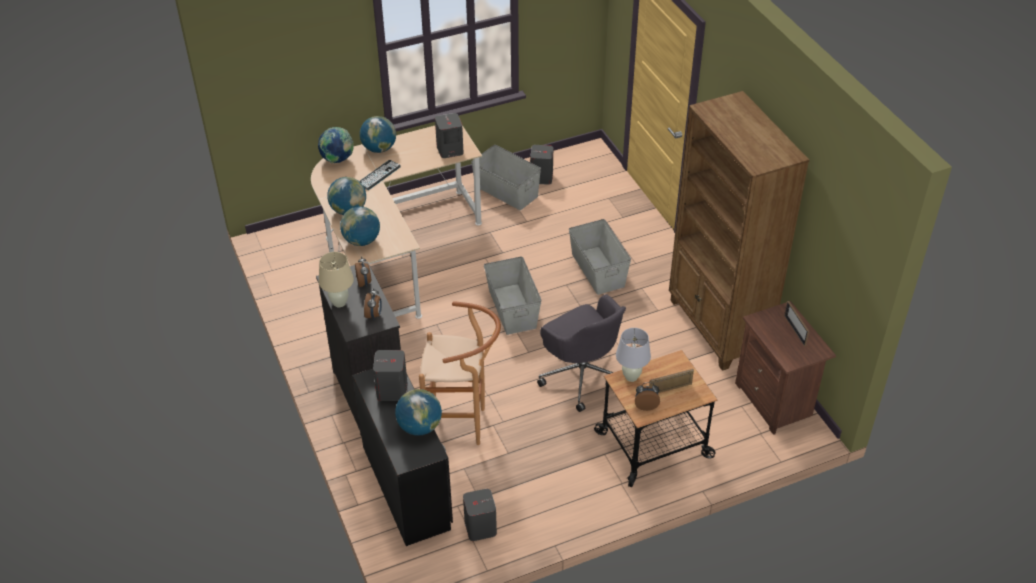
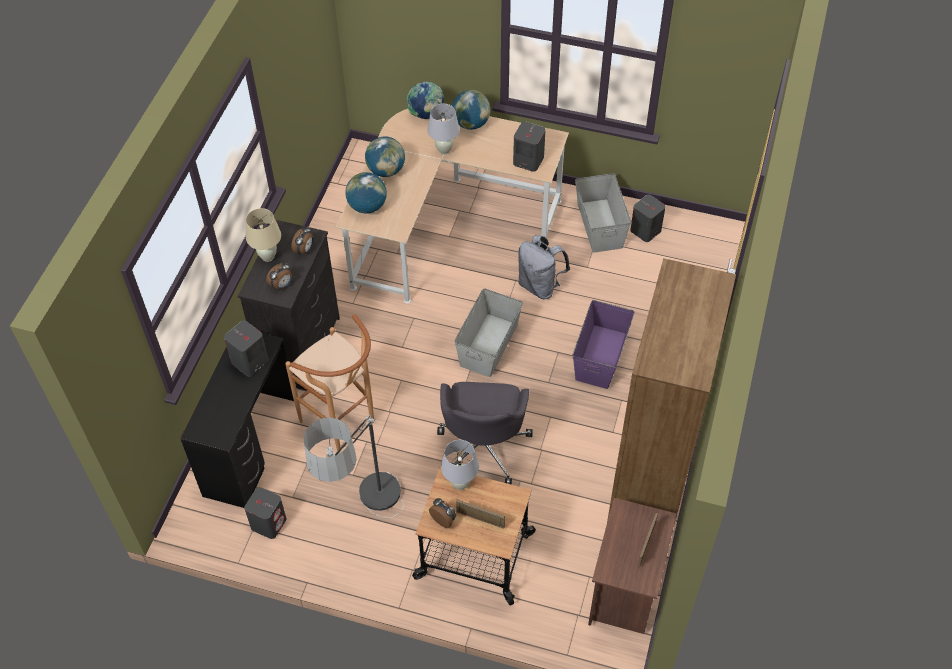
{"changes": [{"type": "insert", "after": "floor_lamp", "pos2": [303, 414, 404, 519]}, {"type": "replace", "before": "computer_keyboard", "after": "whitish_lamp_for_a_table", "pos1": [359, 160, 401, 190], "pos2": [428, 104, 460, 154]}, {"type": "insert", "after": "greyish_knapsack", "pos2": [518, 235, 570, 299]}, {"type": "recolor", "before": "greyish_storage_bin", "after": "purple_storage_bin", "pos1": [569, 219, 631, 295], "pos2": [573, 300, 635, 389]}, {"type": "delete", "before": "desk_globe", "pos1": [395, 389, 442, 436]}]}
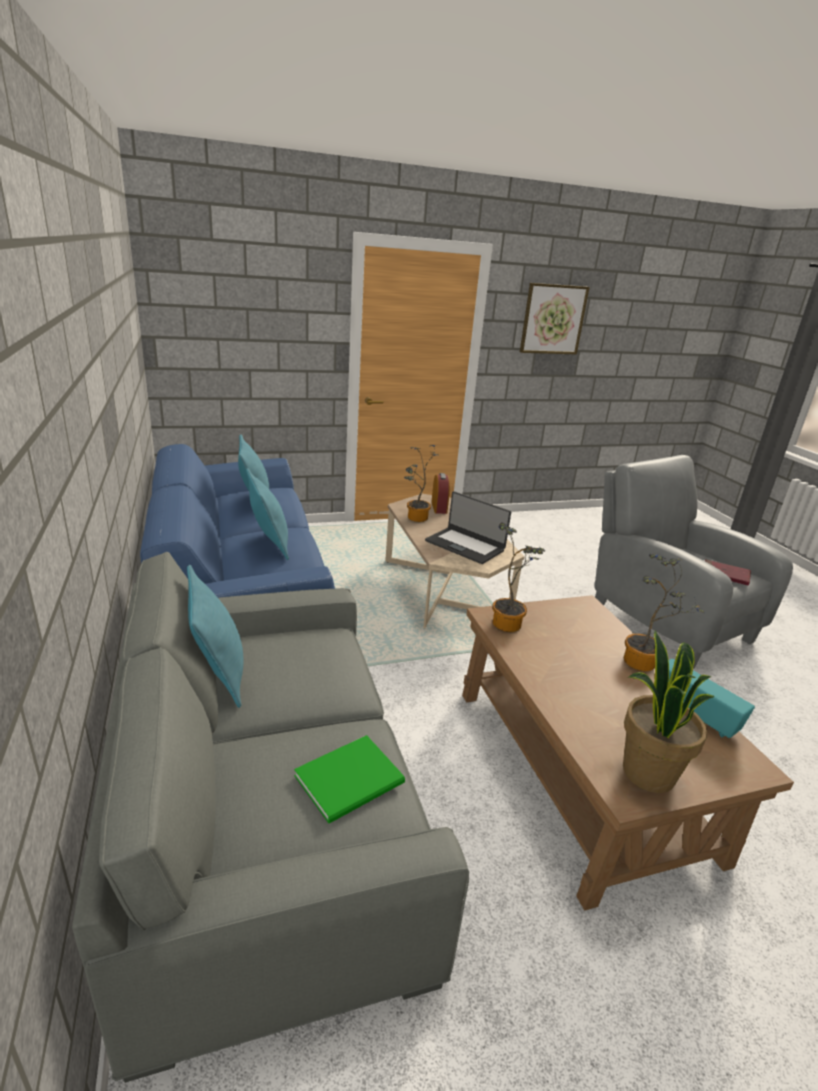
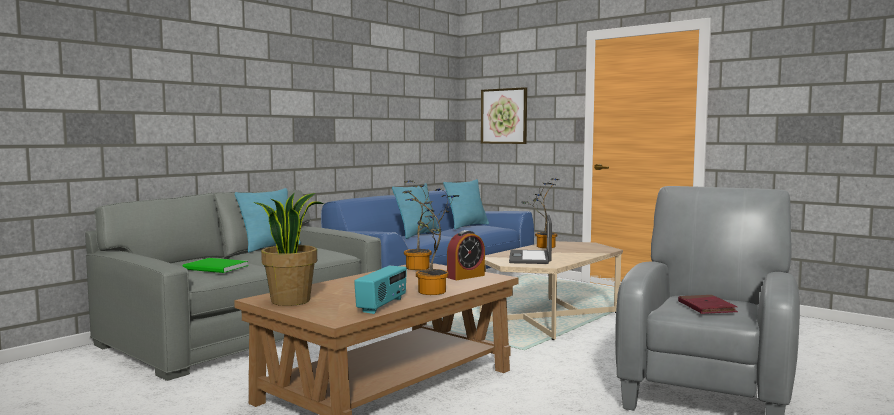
{"changes": [{"type": "move", "before": "alarm_clock", "pos1": [431, 473, 450, 514], "pos2": [447, 230, 485, 280]}, {"type": "move", "before": "wall_art", "pos1": [520, 283, 590, 355], "pos2": [481, 87, 527, 144]}]}
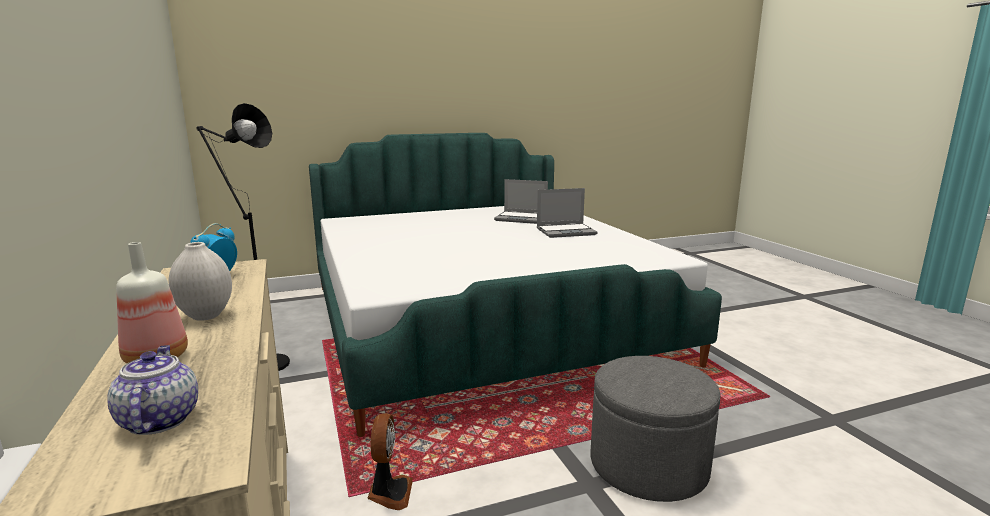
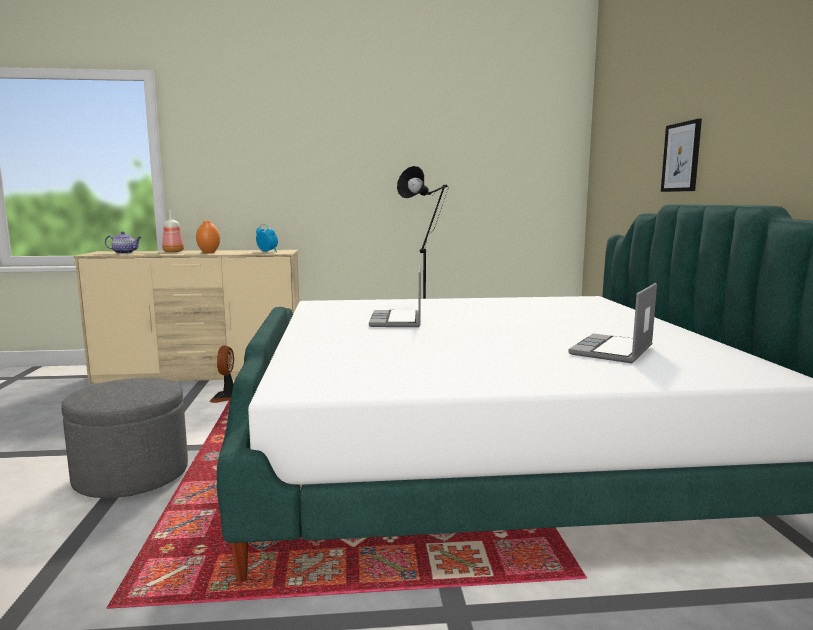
{"changes": [{"type": "recolor", "before": "whitish_vase", "after": "orange_vase", "pos1": [168, 242, 232, 321], "pos2": [196, 221, 220, 253]}, {"type": "rotate", "before": "electric_fan", "pos1": [368, 413, 413, 510], "pos2": [209, 345, 234, 403], "turn": 75}, {"type": "move", "before": "laptop", "pos1": [537, 188, 597, 238], "pos2": [369, 265, 421, 327]}, {"type": "insert", "after": "wall_art", "pos2": [661, 119, 702, 192]}]}
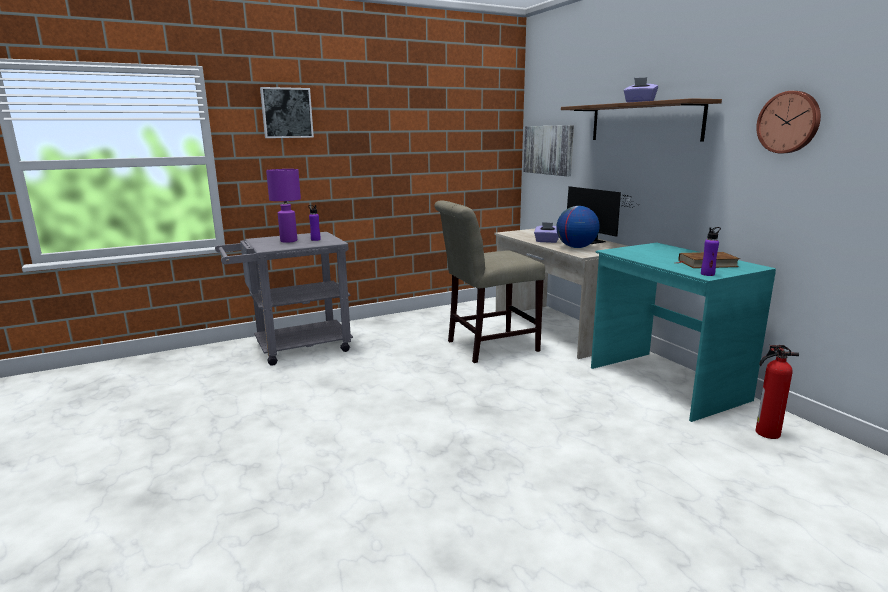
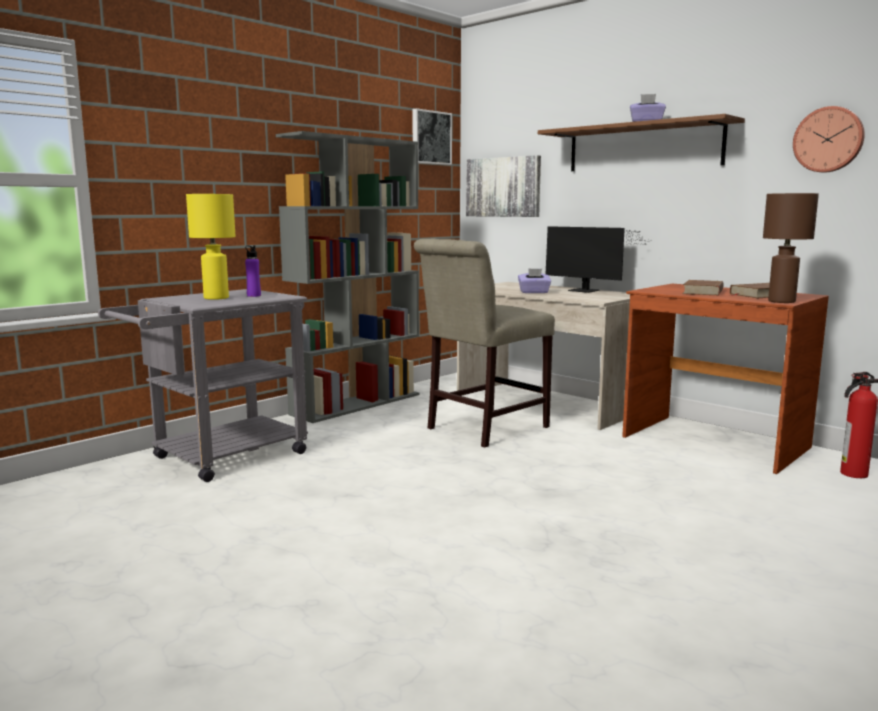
{"changes": [{"type": "recolor", "before": "purple_lamp_for_a_table", "after": "yellow-coloured_lamp_for_a_table", "pos1": [266, 169, 301, 243], "pos2": [186, 194, 236, 300]}, {"type": "insert", "after": "greyish_bookcase", "pos2": [276, 131, 419, 423]}, {"type": "move", "before": "wall_art", "pos1": [260, 87, 314, 138], "pos2": [412, 108, 452, 165]}, {"type": "recolor", "before": "turquoise_desk_unit", "after": "brown_desk_unit", "pos1": [591, 243, 776, 422], "pos2": [622, 284, 829, 474]}, {"type": "insert", "after": "brown_volume", "pos2": [682, 280, 724, 296]}, {"type": "replace", "before": "purple_bottle", "after": "brown_lamp_for_a_table", "pos1": [701, 227, 721, 276], "pos2": [763, 193, 819, 303]}, {"type": "delete", "before": "desk_globe", "pos1": [556, 206, 600, 248]}]}
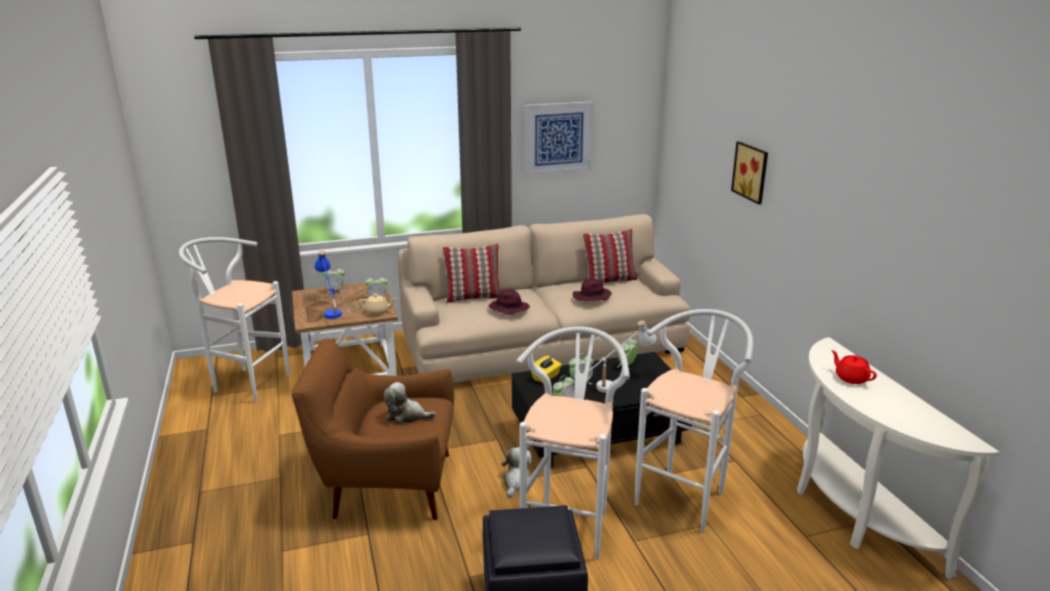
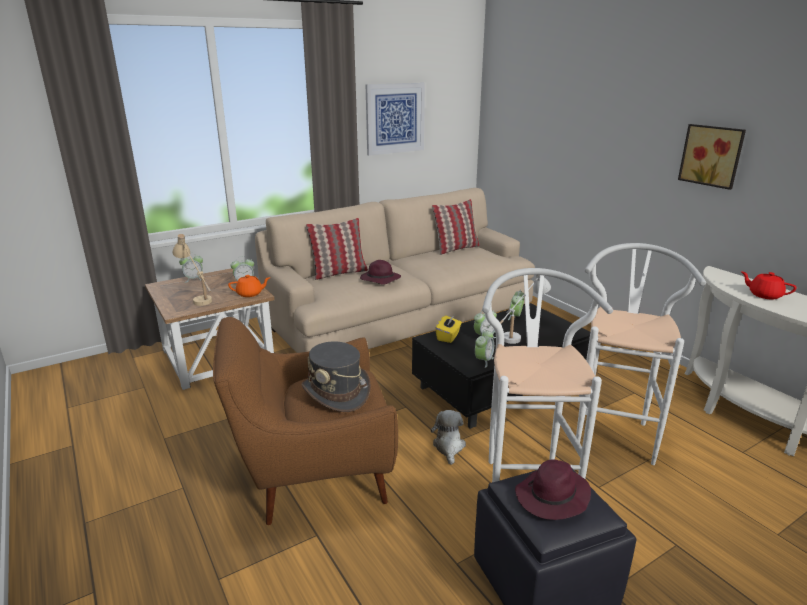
{"changes": [{"type": "recolor", "before": "blue-coloured_lamp_for_a_table", "after": "sand-coloured_lamp_for_a_table", "pos1": [315, 250, 342, 319], "pos2": [172, 234, 212, 306]}, {"type": "recolor", "before": "sand-coloured_teapot", "after": "orange_teapot", "pos1": [358, 294, 397, 315], "pos2": [228, 275, 271, 297]}, {"type": "replace", "before": "plush_toy", "after": "greyish_wearable_hat", "pos1": [383, 382, 436, 424], "pos2": [302, 341, 371, 412]}, {"type": "move", "before": "purple_wearable_hat", "pos1": [573, 278, 612, 301], "pos2": [515, 460, 591, 520]}, {"type": "move", "before": "wall_art", "pos1": [731, 141, 768, 204], "pos2": [678, 124, 746, 190]}, {"type": "delete", "before": "whitish_stool_seat", "pos1": [179, 237, 290, 403]}]}
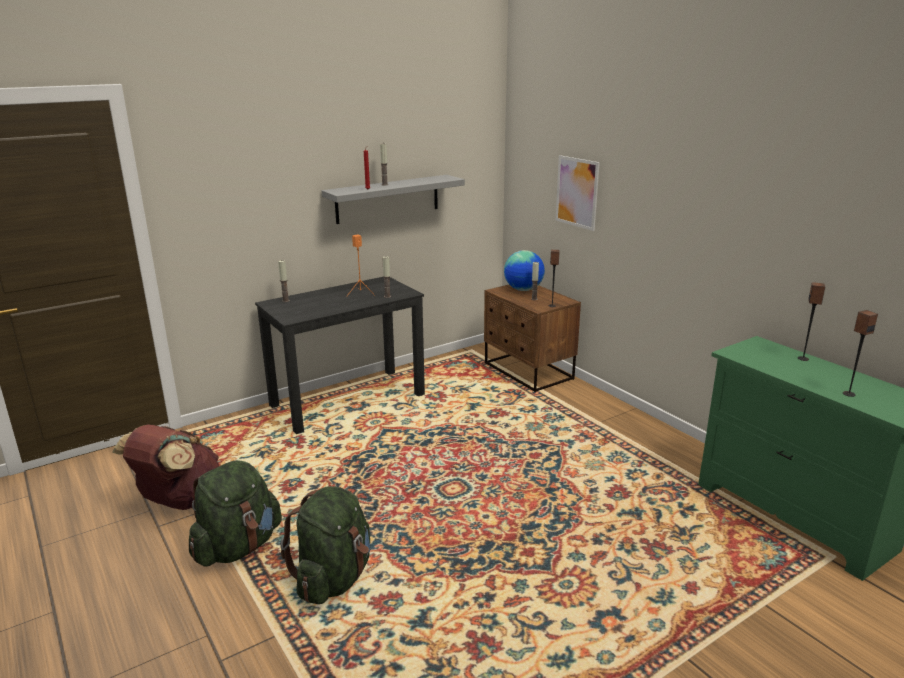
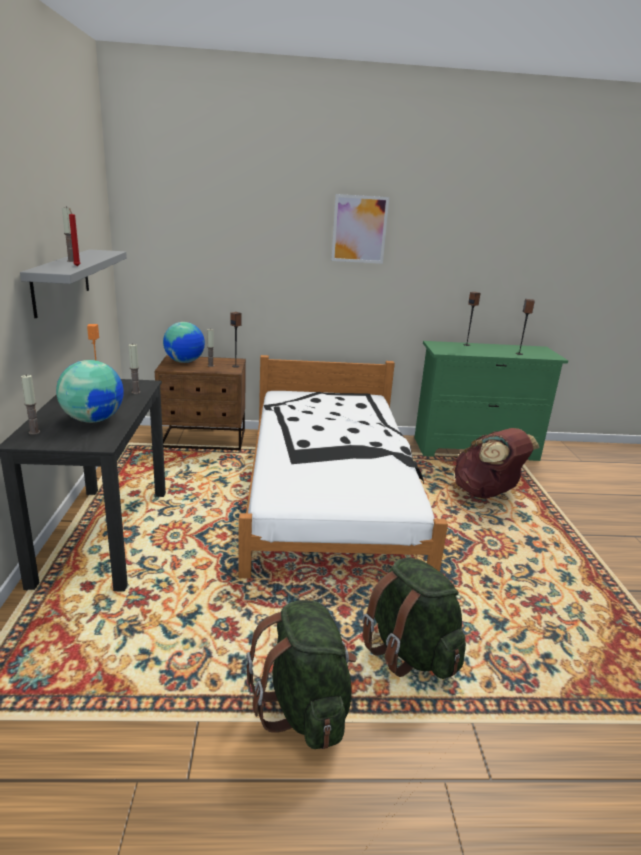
{"changes": [{"type": "insert", "after": "desk_globe", "pos2": [56, 360, 124, 423]}, {"type": "insert", "after": "whitish_sleeping_bed", "pos2": [238, 355, 448, 578]}, {"type": "move", "before": "wall_art", "pos1": [556, 155, 600, 231], "pos2": [331, 194, 389, 264]}, {"type": "move", "before": "brown_knapsack", "pos1": [112, 424, 219, 510], "pos2": [455, 428, 540, 499]}]}
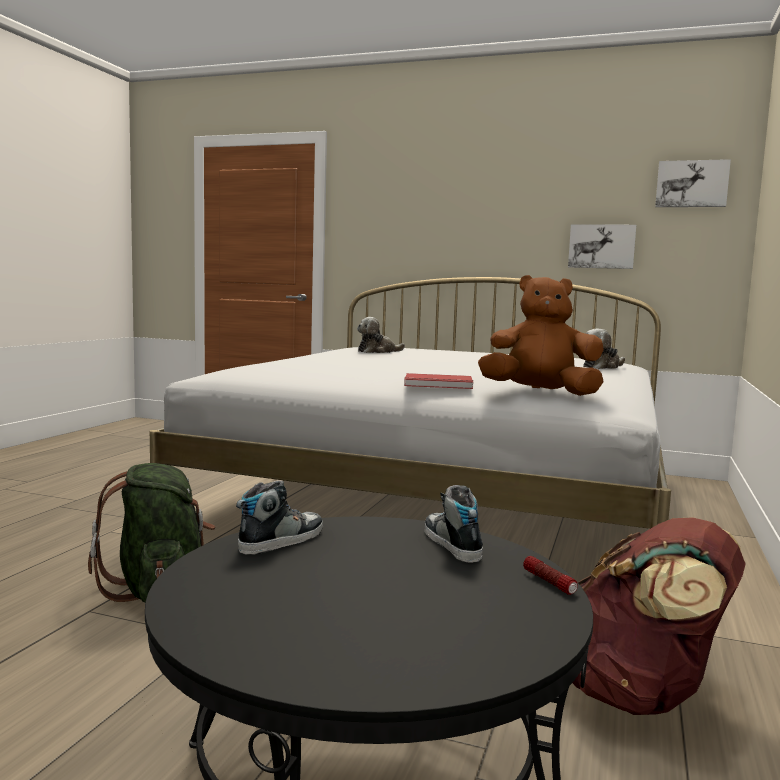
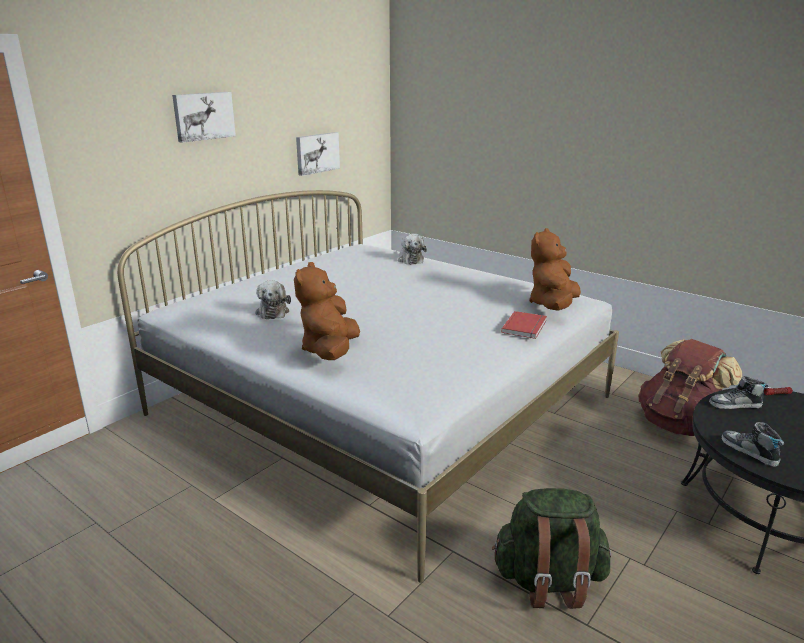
{"changes": [{"type": "move", "before": "wall_art", "pos1": [655, 159, 731, 207], "pos2": [172, 92, 236, 143]}, {"type": "insert", "after": "brown_plush_toy", "pos2": [294, 262, 360, 360]}]}
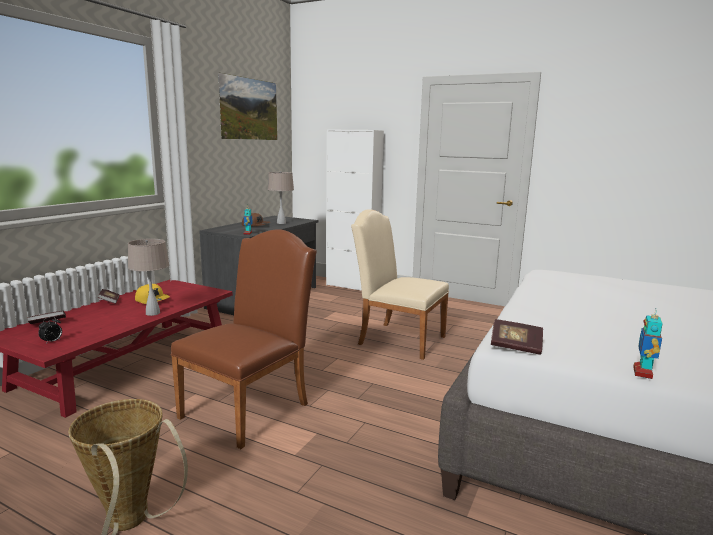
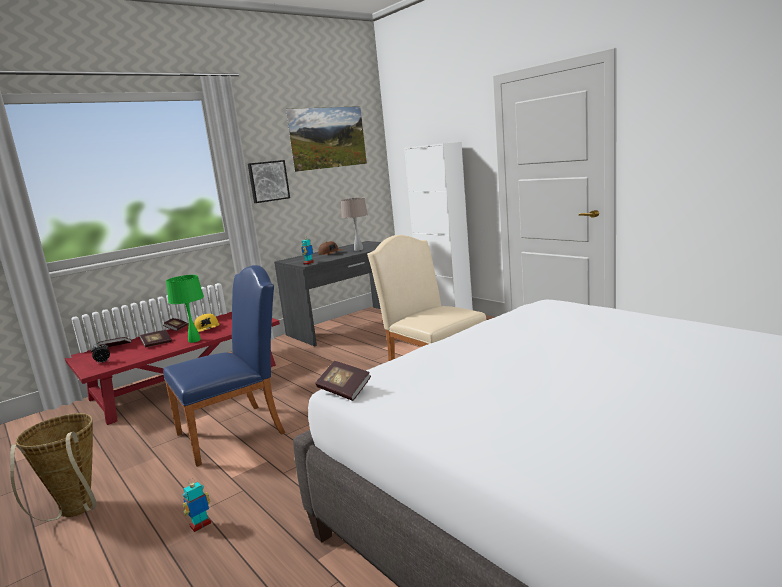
{"changes": [{"type": "insert", "after": "volume", "pos2": [140, 330, 172, 348]}, {"type": "recolor", "before": "brown_plain_chair", "after": "blue-coloured_plain_chair", "pos1": [170, 229, 317, 449], "pos2": [163, 265, 286, 467]}, {"type": "recolor", "before": "sand-coloured_lamp_for_a_table", "after": "green-coloured_lamp_for_a_table", "pos1": [128, 239, 169, 316], "pos2": [166, 275, 204, 343]}, {"type": "move", "before": "robot_figure", "pos1": [633, 308, 663, 379], "pos2": [183, 482, 211, 532]}, {"type": "insert", "after": "wall_art", "pos2": [248, 160, 290, 203]}]}
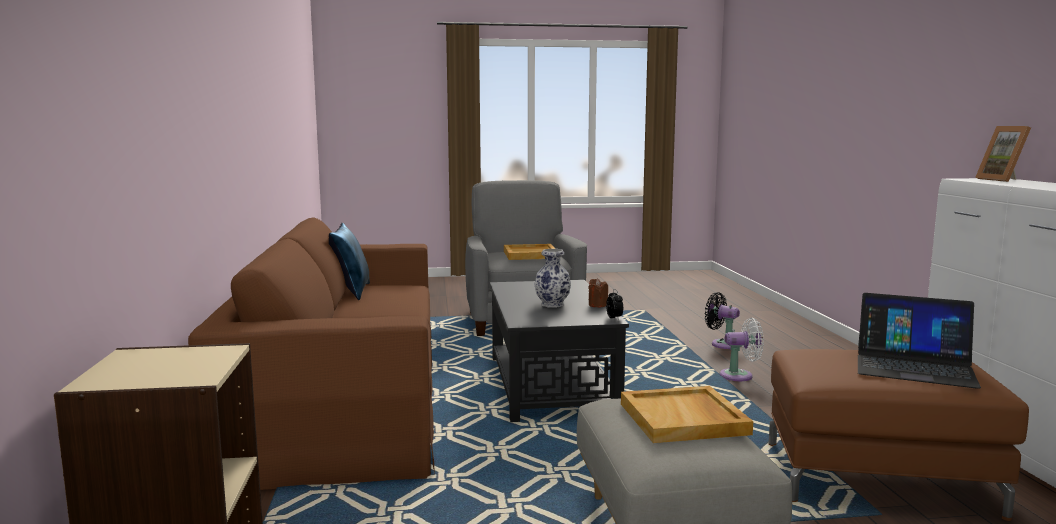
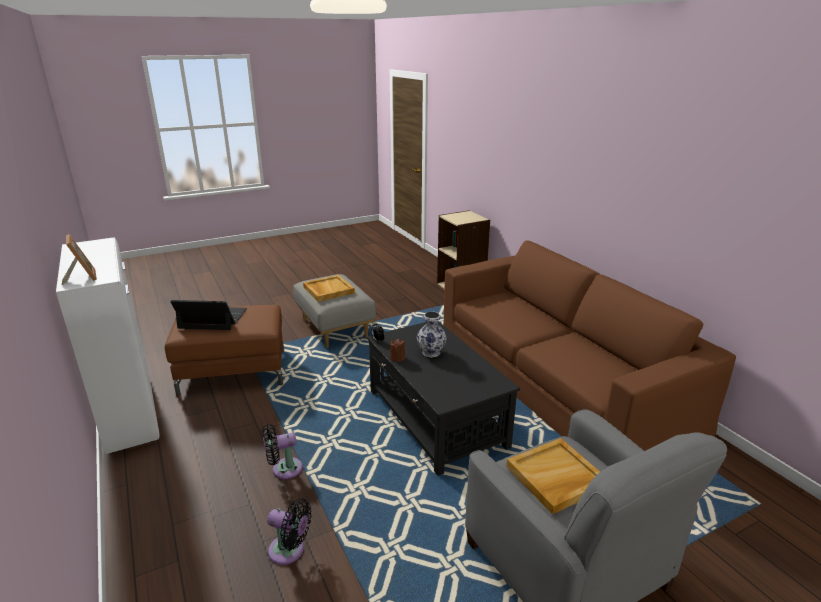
{"changes": [{"type": "recolor", "before": "whitish_electric_fan", "after": "blackish_electric_fan", "pos1": [720, 318, 764, 381], "pos2": [262, 424, 303, 479]}, {"type": "delete", "before": "blue-coloured_cushion", "pos1": [329, 223, 370, 300]}]}
